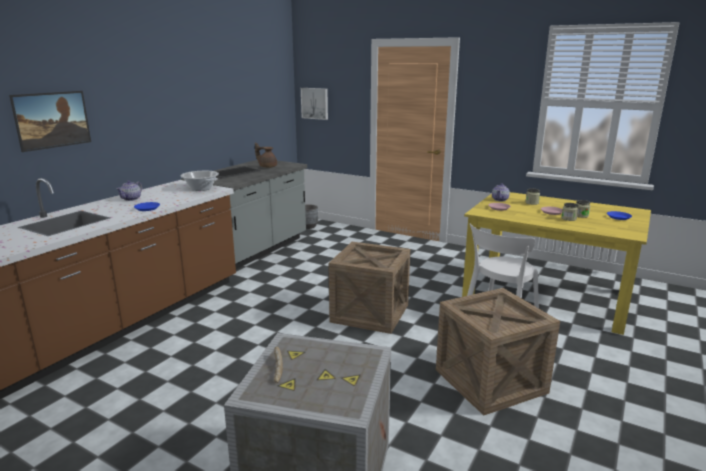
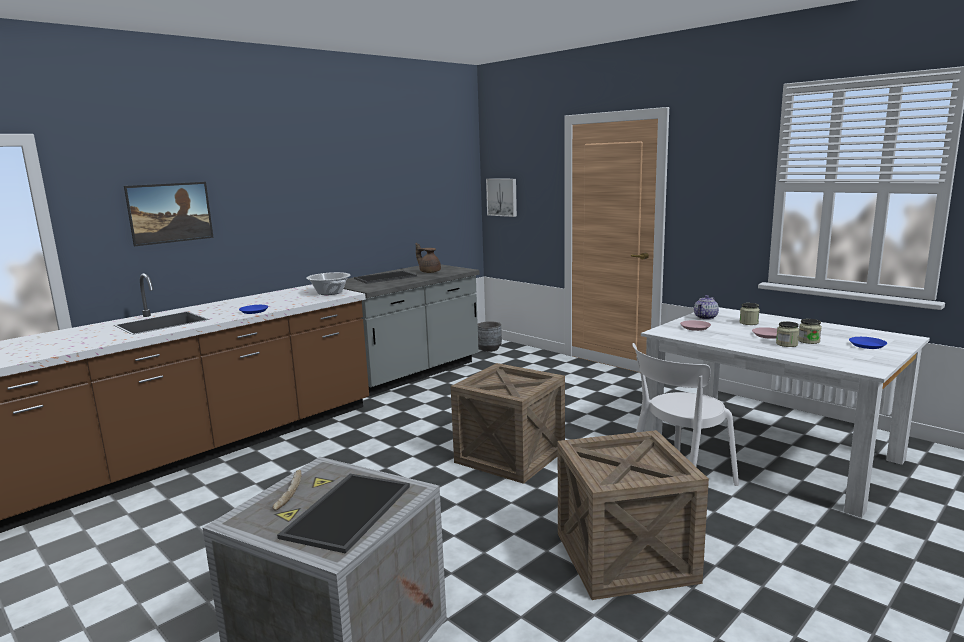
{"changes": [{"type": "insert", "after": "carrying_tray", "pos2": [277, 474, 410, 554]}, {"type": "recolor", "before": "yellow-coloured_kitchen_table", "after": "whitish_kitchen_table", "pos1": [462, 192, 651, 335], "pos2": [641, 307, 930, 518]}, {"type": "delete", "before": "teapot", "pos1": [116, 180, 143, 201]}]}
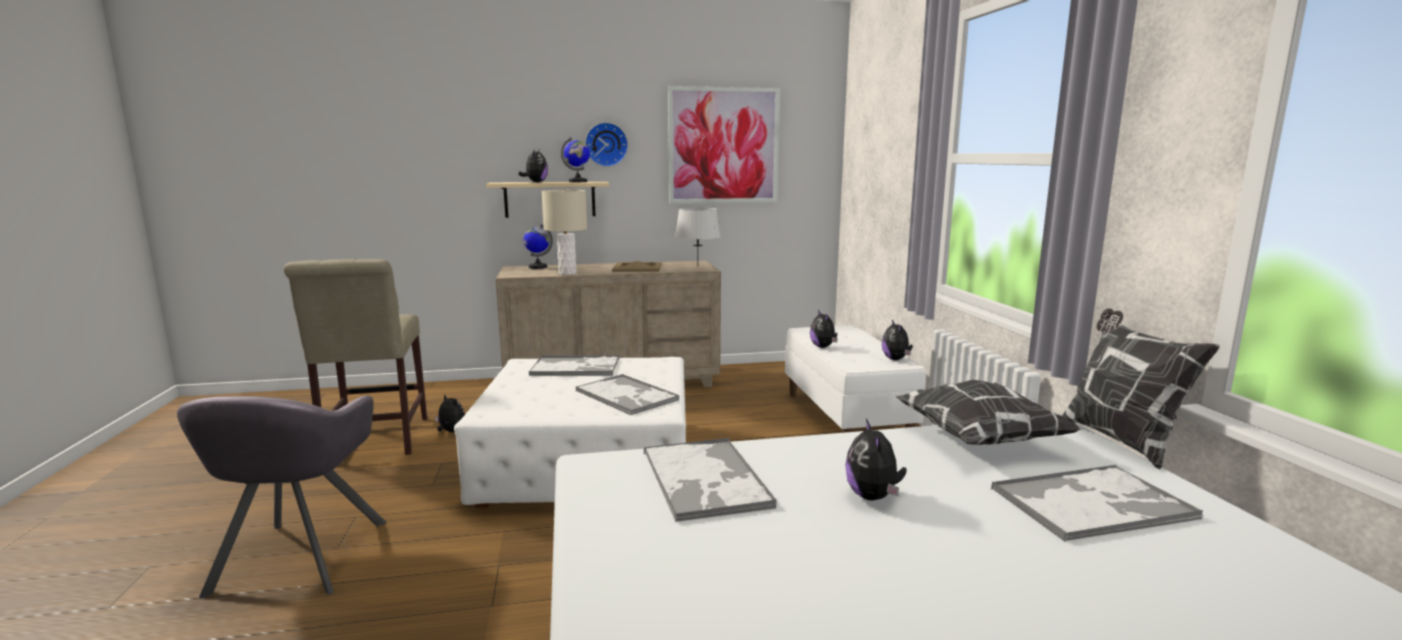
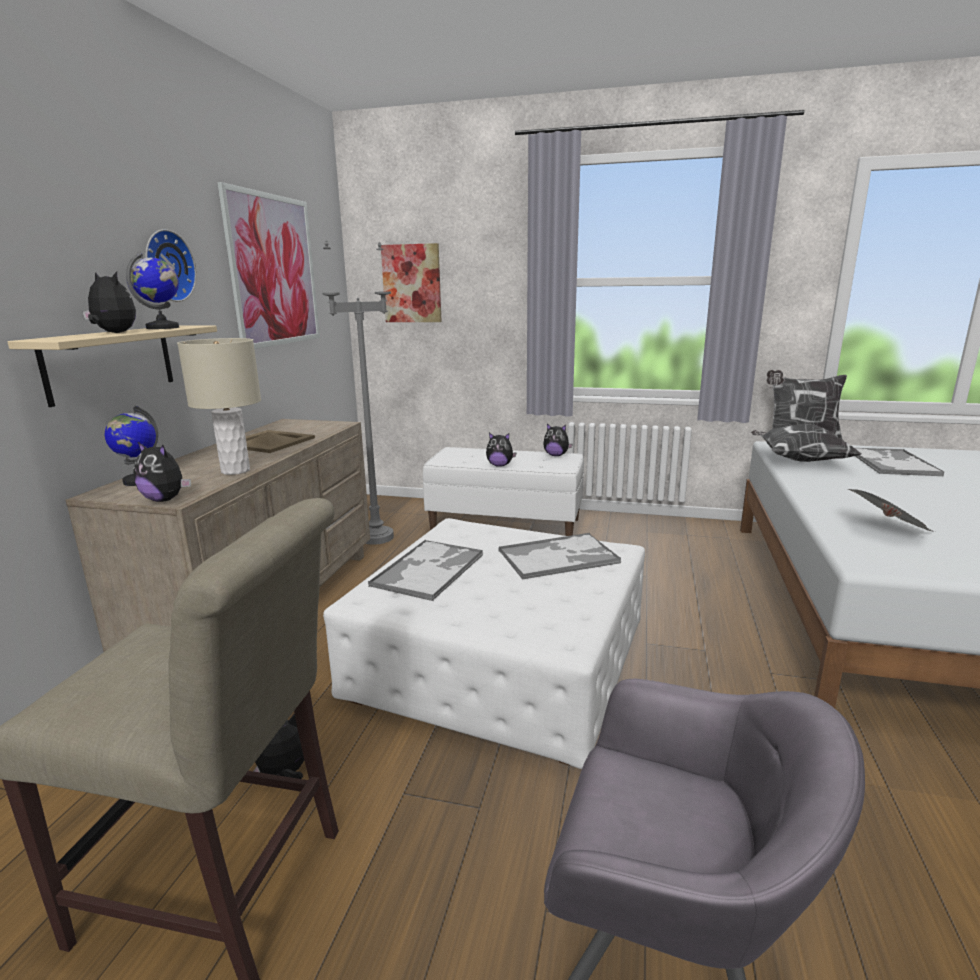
{"changes": [{"type": "move", "before": "plush_toy", "pos1": [845, 418, 907, 501], "pos2": [134, 442, 191, 502]}, {"type": "insert", "after": "greyish_floor_lamp", "pos2": [322, 240, 394, 545]}, {"type": "insert", "after": "wall_art", "pos2": [381, 243, 442, 322]}, {"type": "replace", "before": "carrying_tray", "after": "newspaper", "pos1": [644, 438, 777, 522], "pos2": [848, 489, 935, 532]}, {"type": "delete", "before": "greyish_lamp_for_a_table", "pos1": [675, 207, 721, 267]}]}
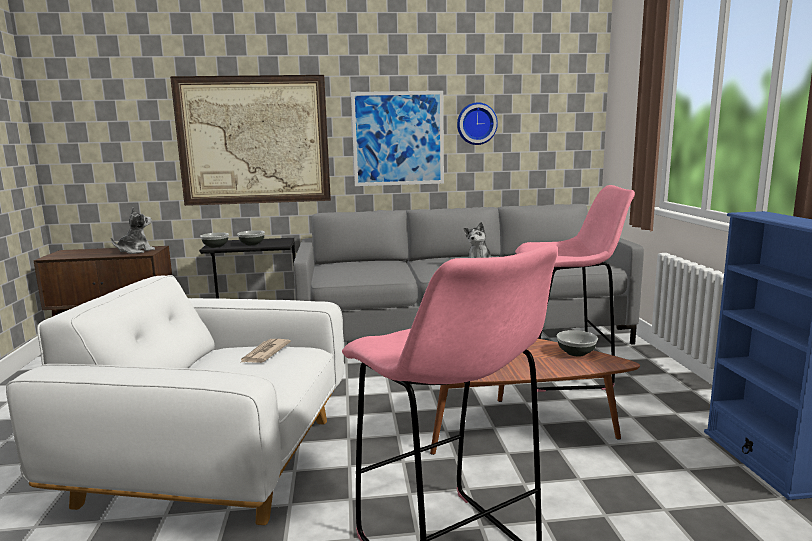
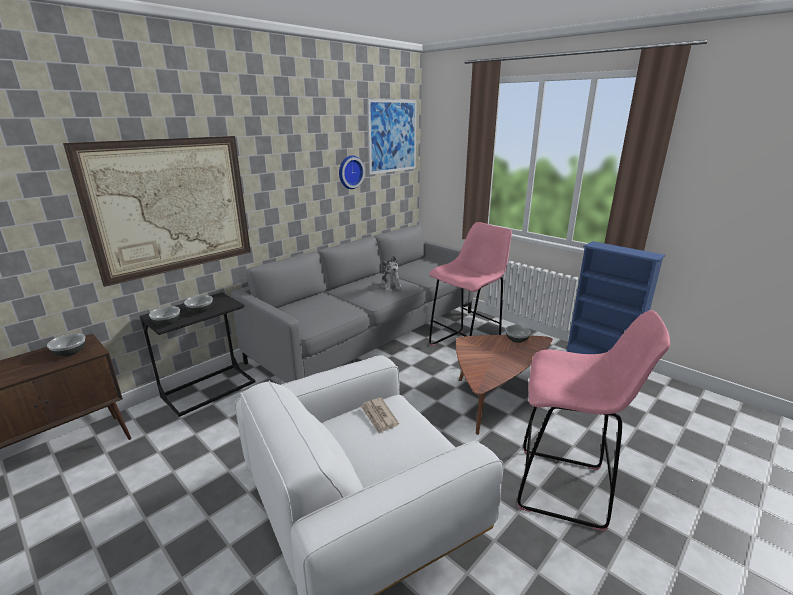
{"changes": [{"type": "replace", "before": "plush_toy", "after": "bowl", "pos1": [111, 207, 155, 254], "pos2": [47, 334, 85, 357]}, {"type": "move", "before": "wall_art", "pos1": [351, 91, 444, 186], "pos2": [367, 99, 417, 175]}]}
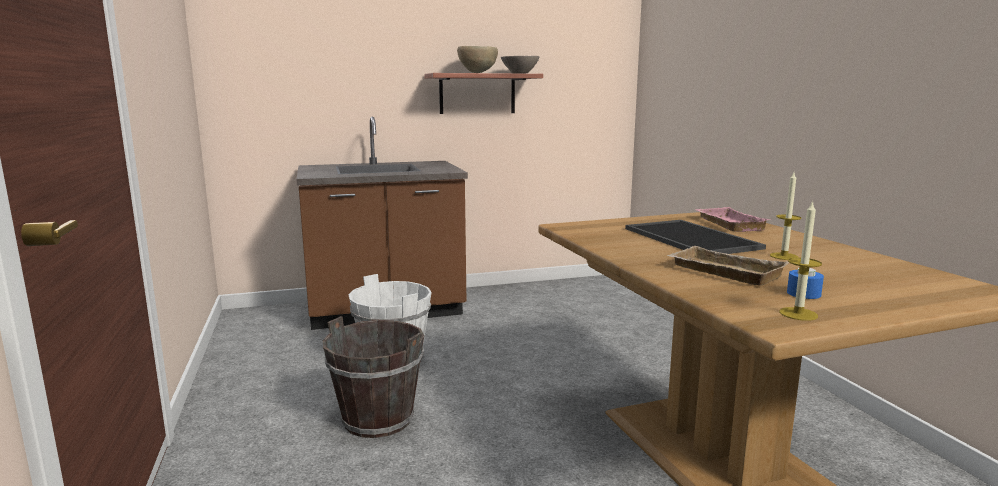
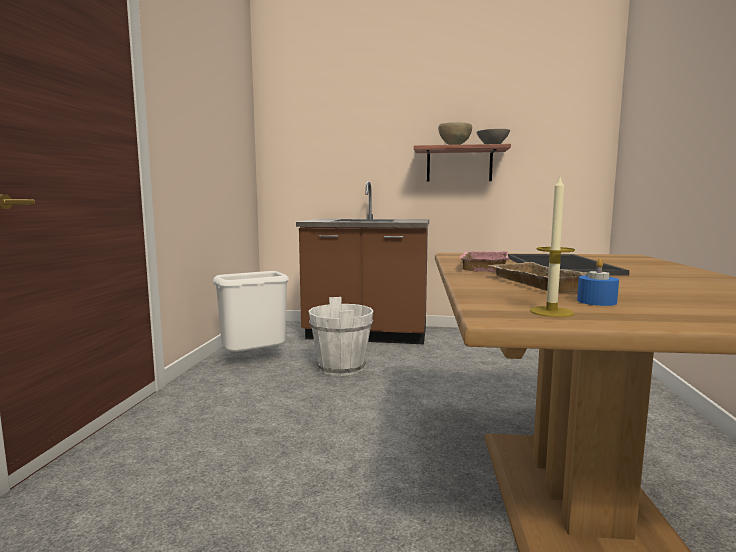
{"changes": [{"type": "insert", "after": "whitish_trash_can", "pos2": [213, 271, 289, 352]}, {"type": "move", "before": "pink_carrying_tray", "pos1": [695, 207, 770, 232], "pos2": [458, 251, 509, 272]}, {"type": "delete", "before": "brown_water_bucket", "pos1": [323, 316, 424, 438]}, {"type": "delete", "before": "candle", "pos1": [770, 172, 801, 260]}]}
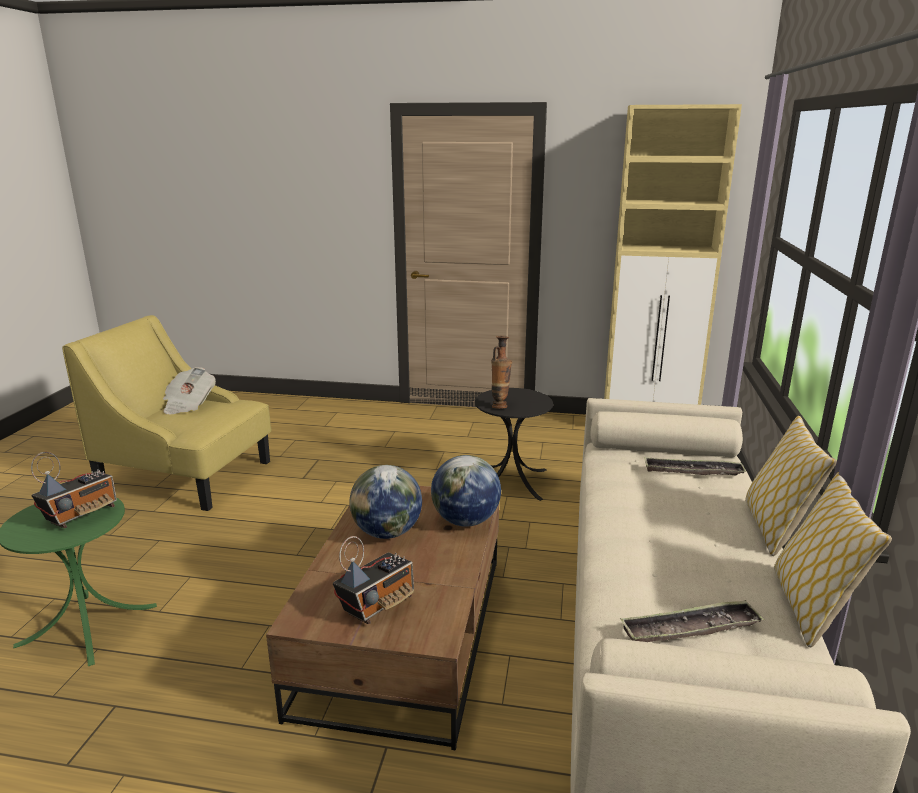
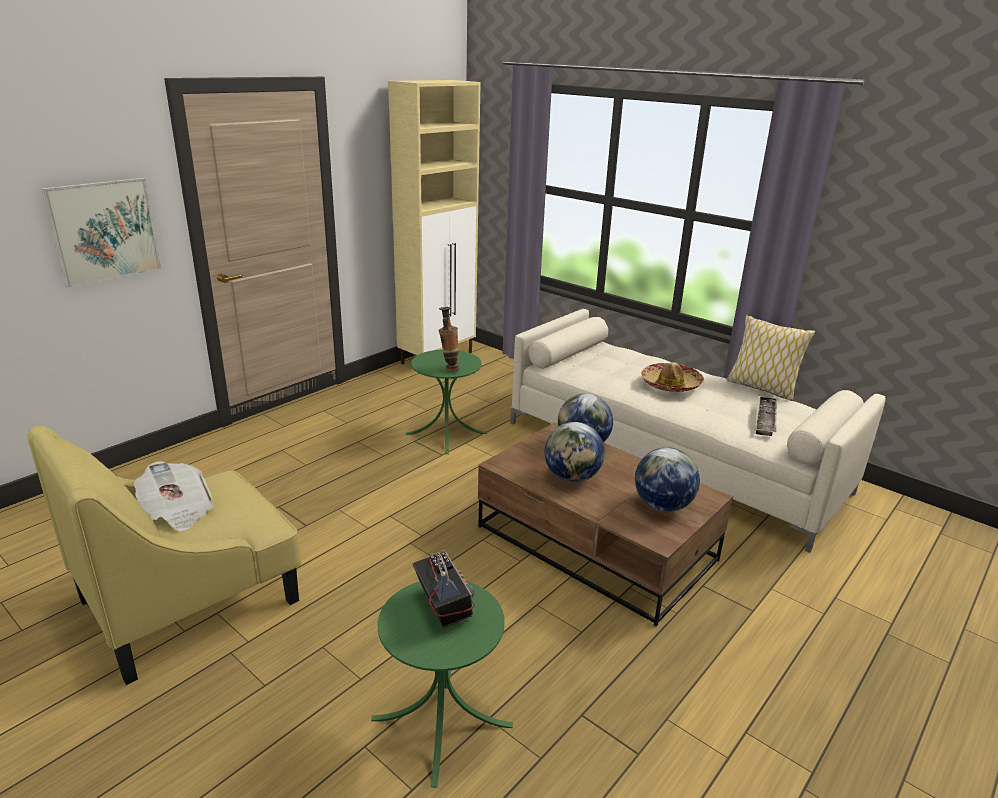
{"changes": [{"type": "insert", "after": "wall_art", "pos2": [41, 178, 161, 288]}, {"type": "recolor", "before": "blackish_accent_table", "after": "green-coloured_accent_table", "pos1": [475, 388, 553, 501], "pos2": [406, 349, 487, 454]}, {"type": "replace", "before": "radio_set", "after": "desk_globe", "pos1": [333, 536, 414, 624], "pos2": [635, 447, 700, 512]}, {"type": "insert", "after": "wearable_hat", "pos2": [641, 362, 704, 392]}, {"type": "delete", "before": "carrying_tray", "pos1": [644, 457, 747, 475]}, {"type": "delete", "before": "cushion", "pos1": [745, 416, 837, 556]}]}
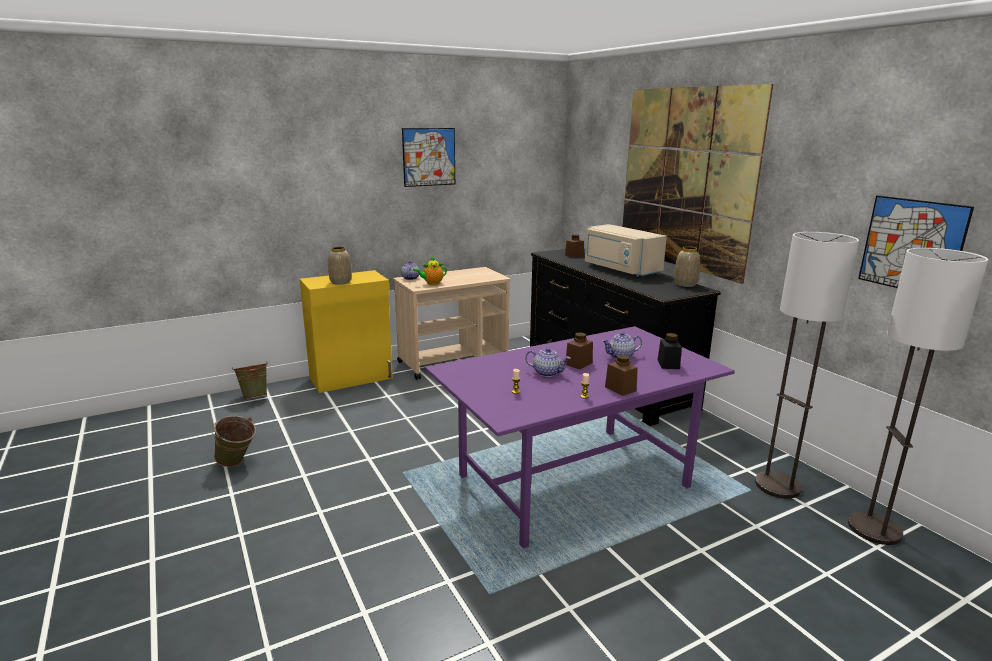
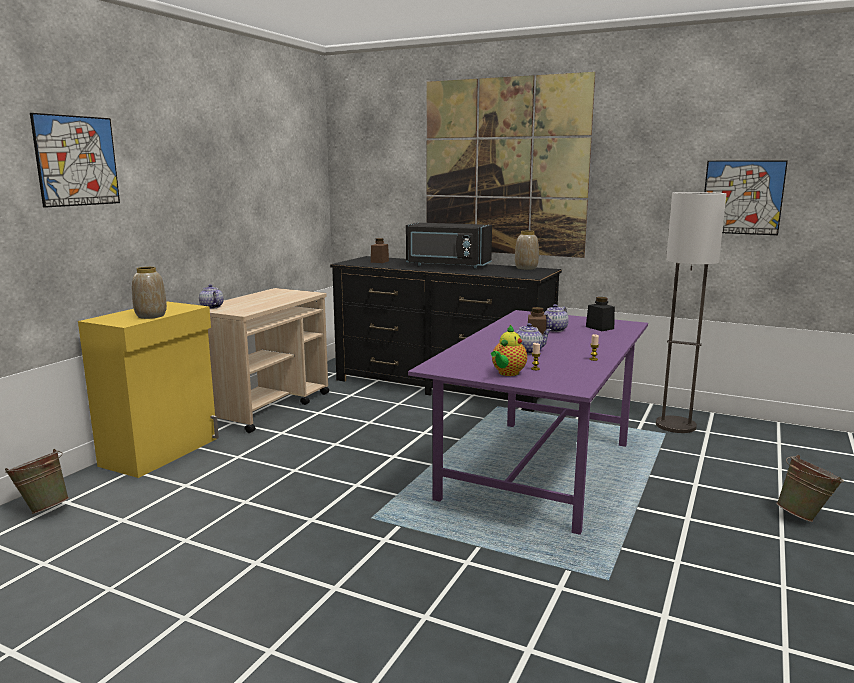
{"changes": [{"type": "move", "before": "wall_art", "pos1": [402, 128, 455, 187], "pos2": [30, 113, 120, 208]}, {"type": "recolor", "before": "sand-coloured_microwave", "after": "blackish_microwave", "pos1": [585, 224, 667, 277], "pos2": [406, 223, 492, 268]}, {"type": "move", "before": "teapot", "pos1": [413, 256, 447, 285], "pos2": [491, 325, 527, 376]}, {"type": "move", "before": "green-coloured_water_bucket", "pos1": [211, 416, 256, 467], "pos2": [776, 455, 844, 522]}, {"type": "delete", "before": "brown_storage_jar", "pos1": [605, 355, 638, 396]}, {"type": "delete", "before": "floor_lamp", "pos1": [848, 248, 988, 545]}]}
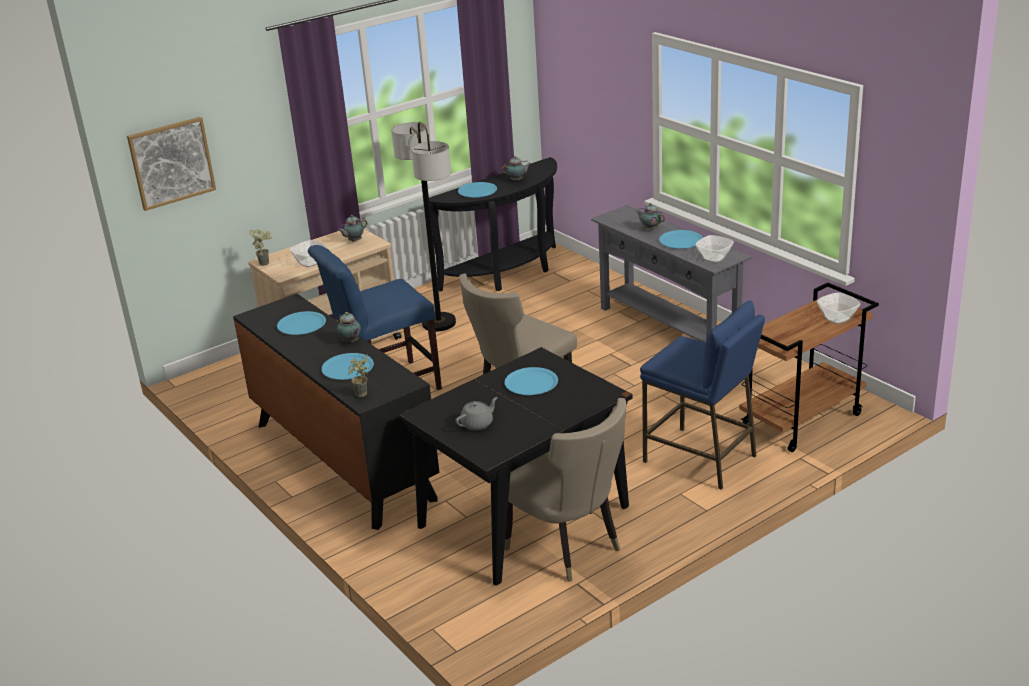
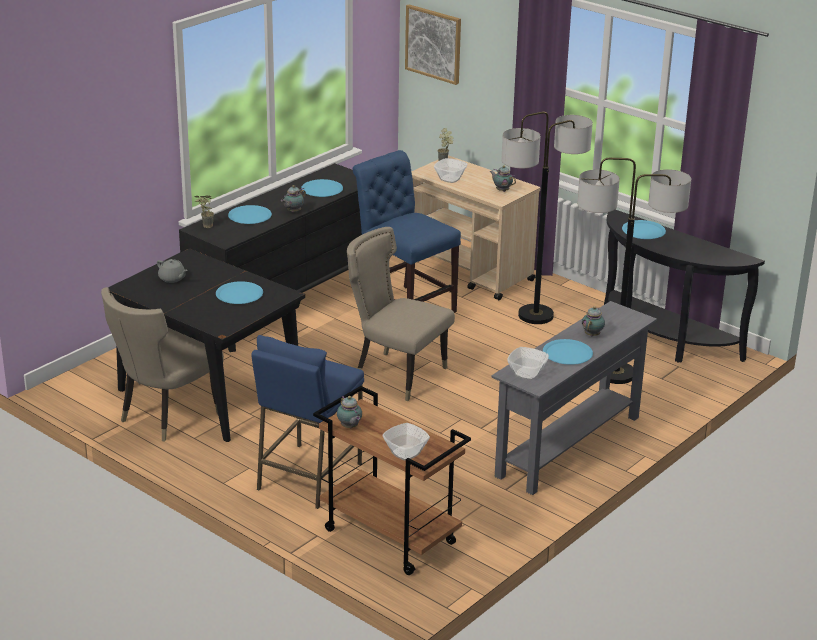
{"changes": [{"type": "move", "before": "teapot", "pos1": [501, 156, 531, 181], "pos2": [337, 396, 362, 428]}, {"type": "insert", "after": "floor_lamp", "pos2": [577, 158, 691, 384]}]}
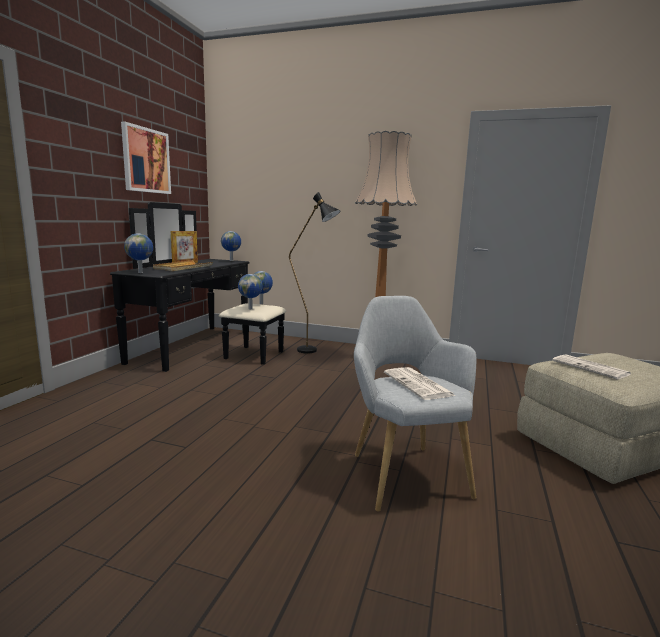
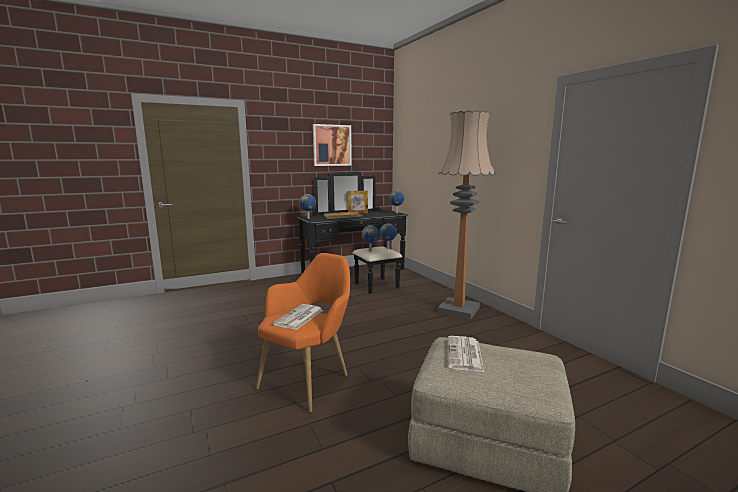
{"changes": [{"type": "recolor", "before": "greyish_lounge_chair", "after": "orange_lounge_chair", "pos1": [354, 296, 476, 512], "pos2": [256, 253, 350, 412]}, {"type": "delete", "before": "blackish_floor_lamp", "pos1": [289, 192, 340, 354]}]}
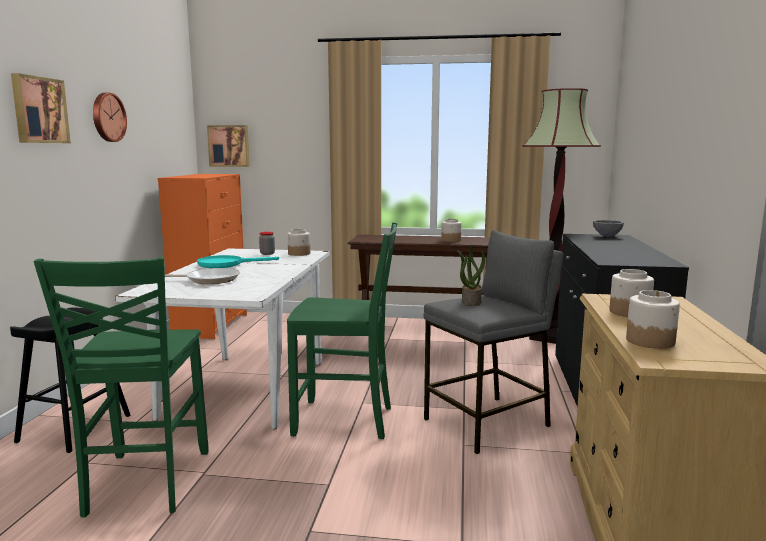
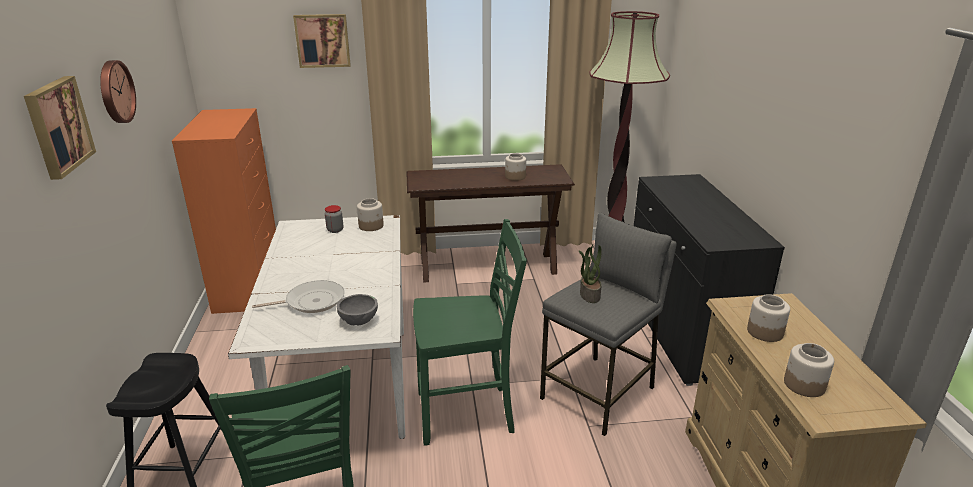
{"changes": [{"type": "move", "before": "wall_art", "pos1": [207, 125, 250, 167], "pos2": [293, 14, 351, 68]}, {"type": "move", "before": "greyish_bowl", "pos1": [593, 220, 624, 237], "pos2": [337, 294, 378, 326]}, {"type": "delete", "before": "turquoise_frying_pan", "pos1": [197, 255, 279, 268]}]}
